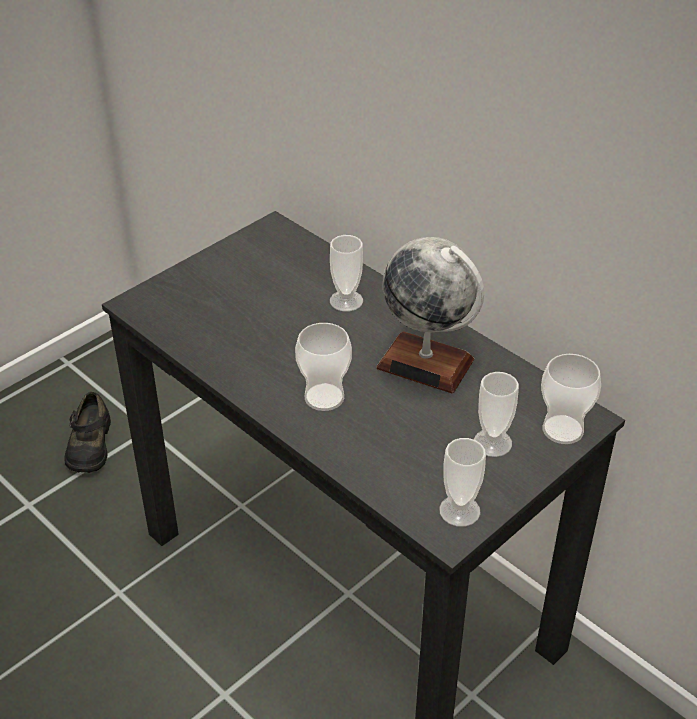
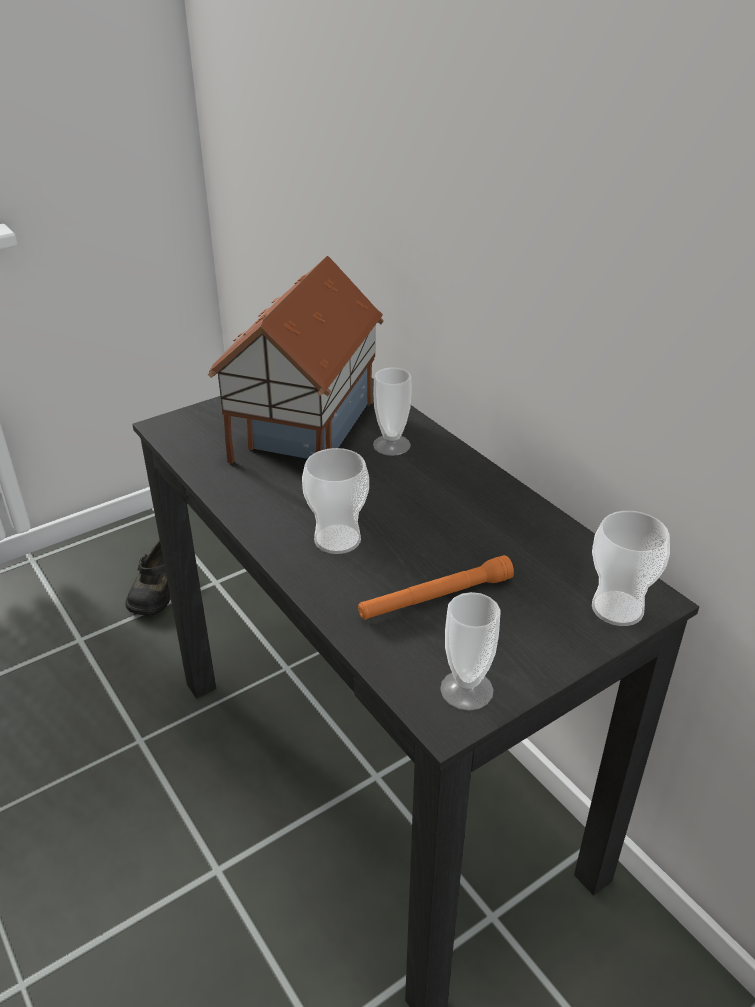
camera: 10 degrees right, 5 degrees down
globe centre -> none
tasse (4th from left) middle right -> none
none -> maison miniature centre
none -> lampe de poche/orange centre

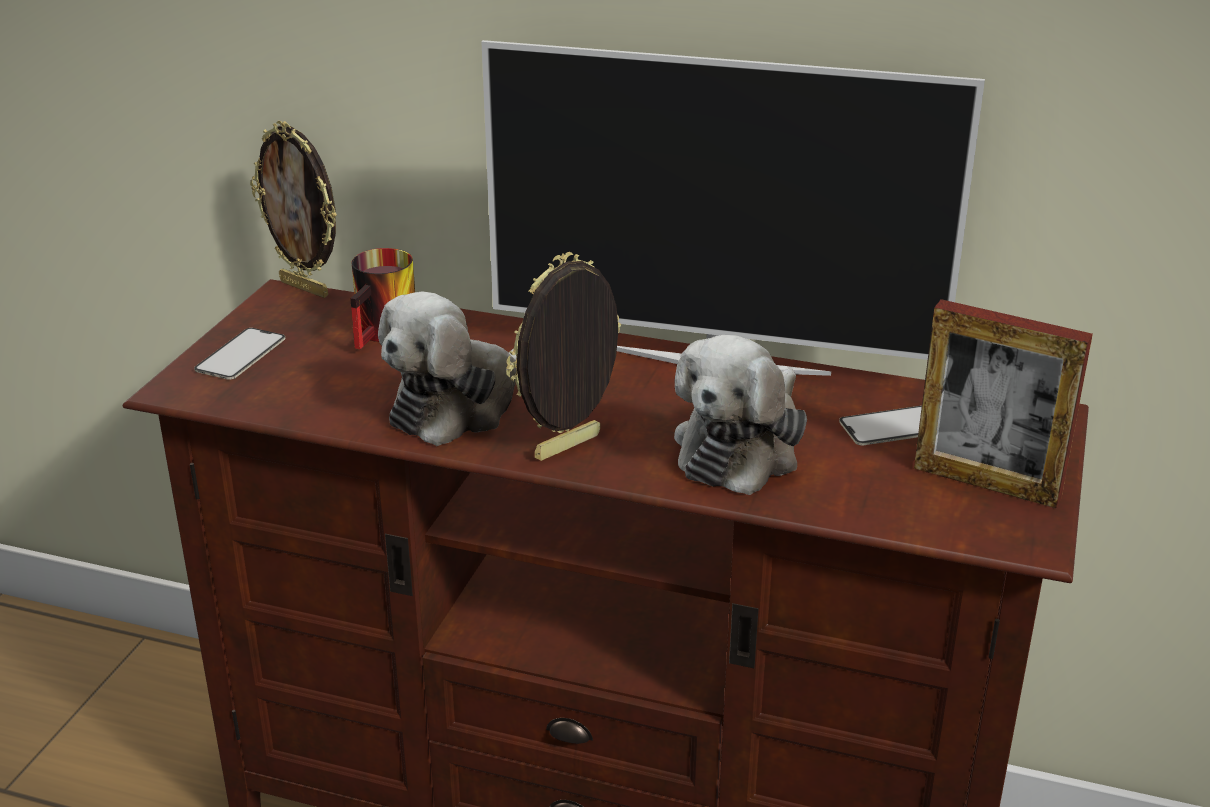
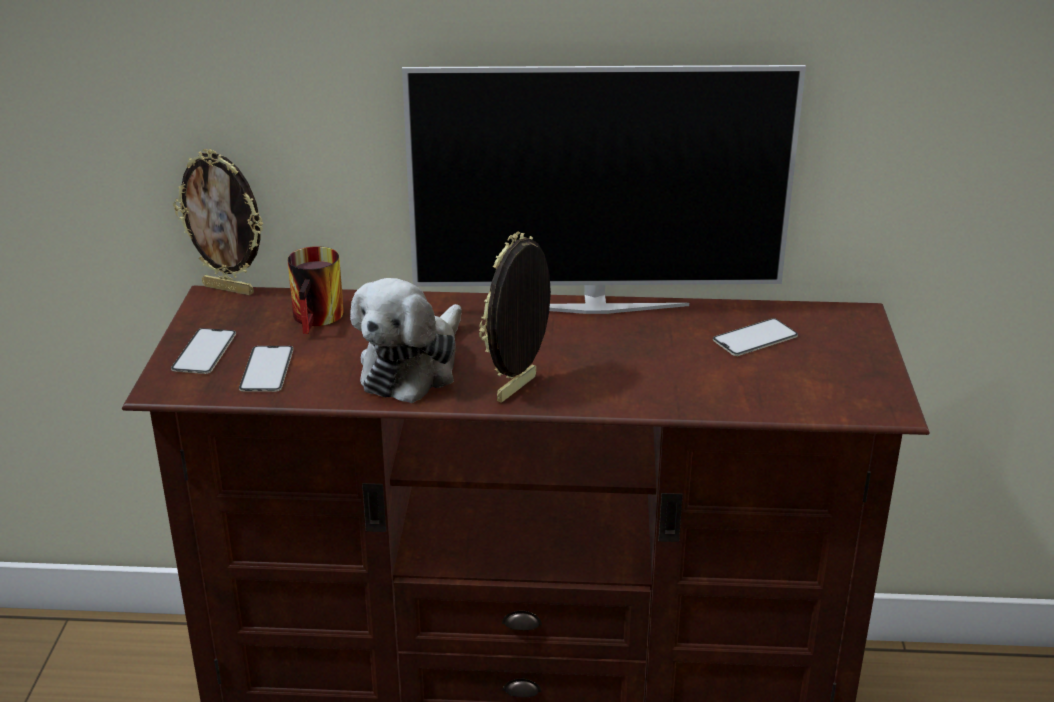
camera: 15 degrees left, 0 degrees up
cadre photo (3rd from left) middle right -> none
peluche (2nd from left) centre -> none
none -> téléphone (2nd from left) middle left

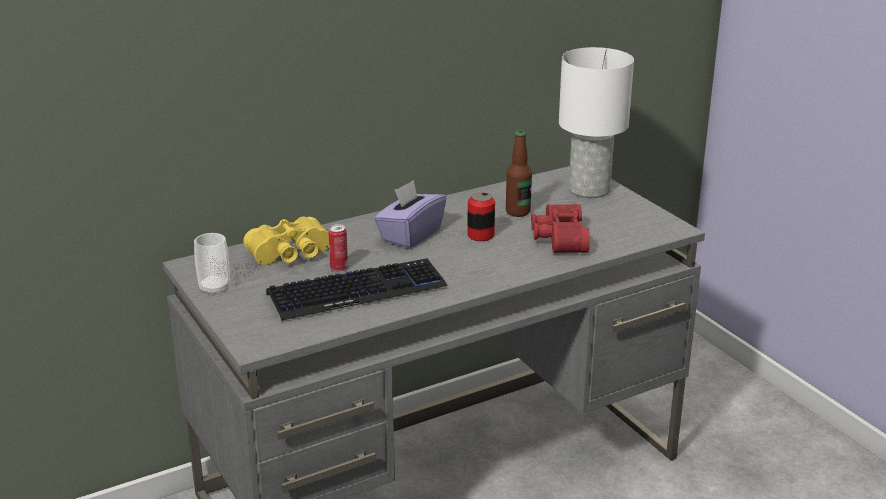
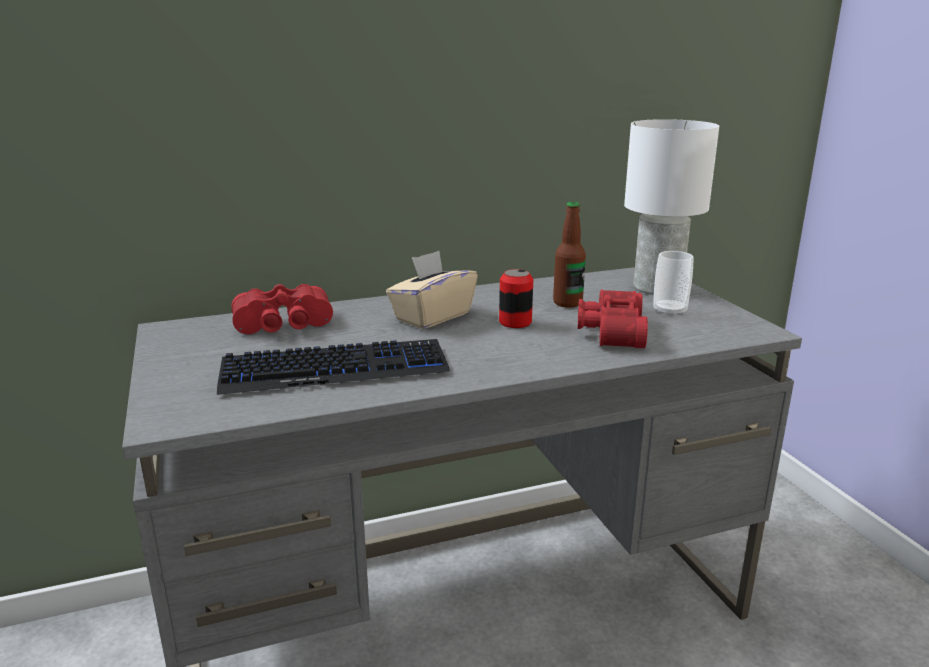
camera: 10 degrees right, 5 degrees down
boîte à mouchoirs/violet centre -> boîte à mouchoirs/beige centre
jumelles/jaune middle left -> jumelles/rouge (1st from left) middle left
boîte métallique (1st from left) centre -> none
tasse middle left -> tasse middle right, moved

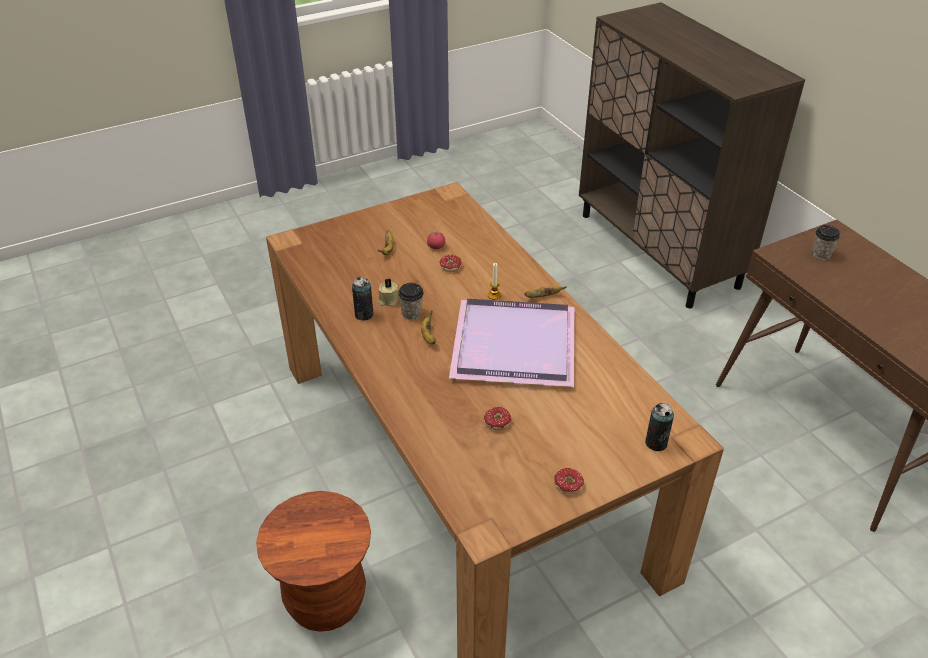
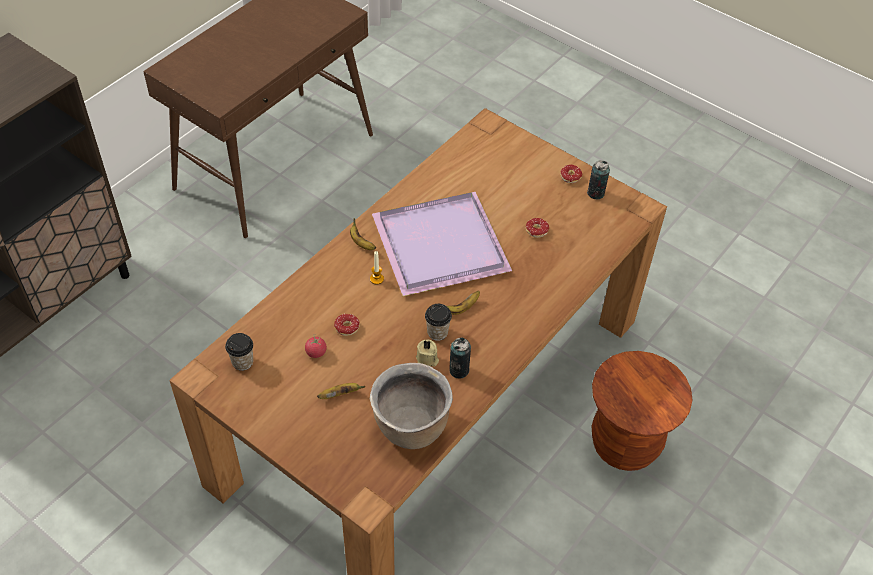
camera: 115 degrees left, 10 degrees up
tasse (2nd from left in the first image) middle right -> tasse (1st from left) middle left, moved
boîte métallique (2nd from left) middle right -> boîte métallique (2nd from left) top right, moved
none -> marmite/marron bottom centre

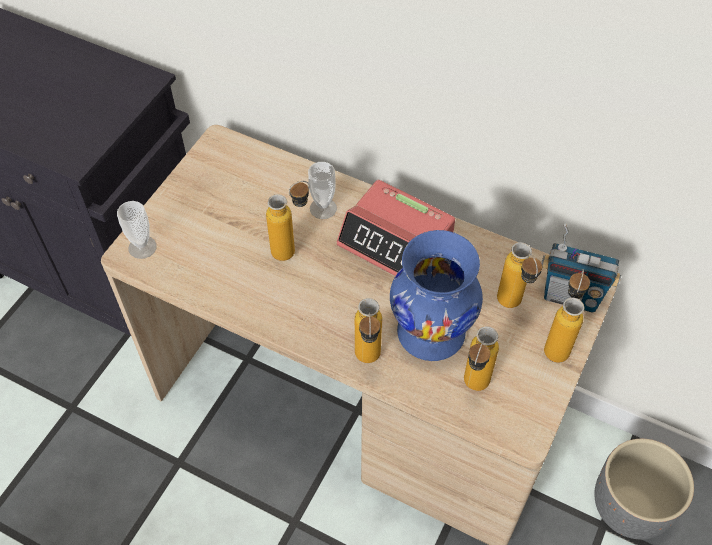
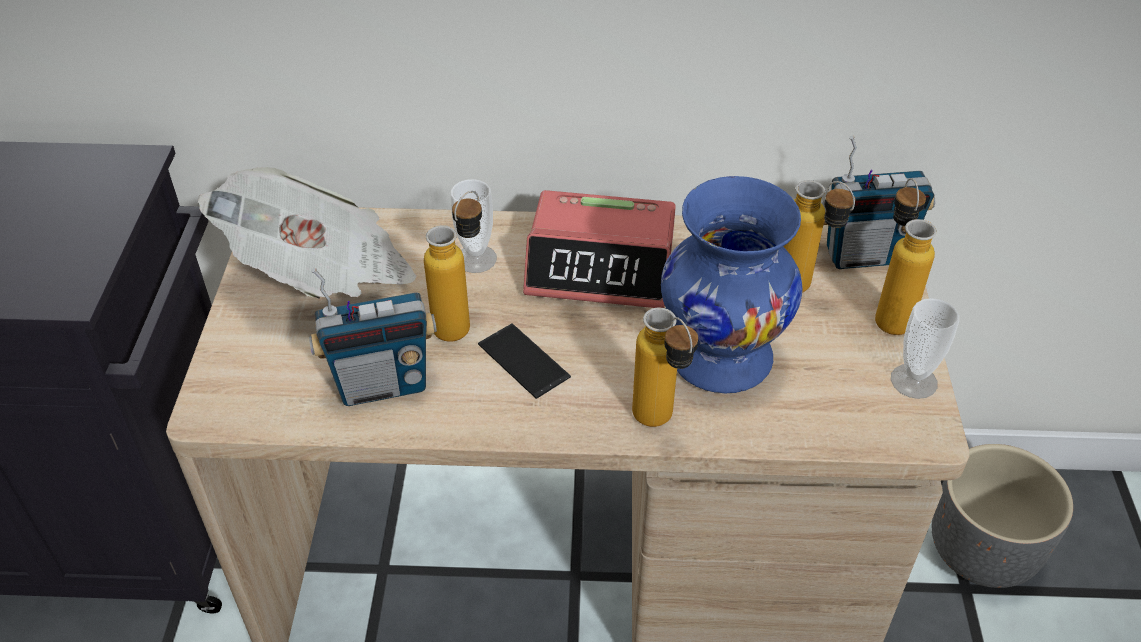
camera: 25 degrees left, 10 degrees down
tasse (1st from left in the first image) middle left -> tasse (2nd from left) middle right, moved
bouteille (3rd from left) middle right -> none
none -> journal middle left
none -> radio (1st from left) middle left
none -> téléphone centre

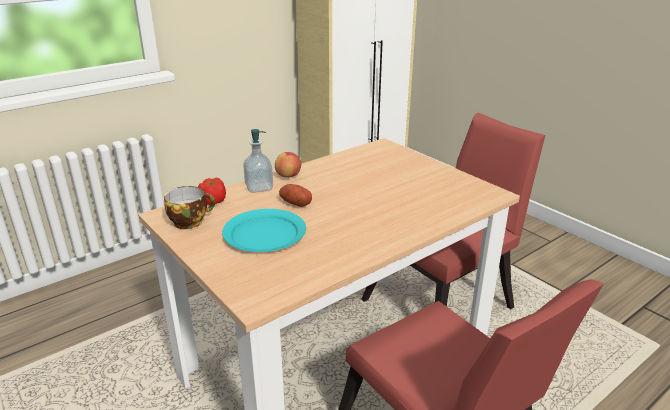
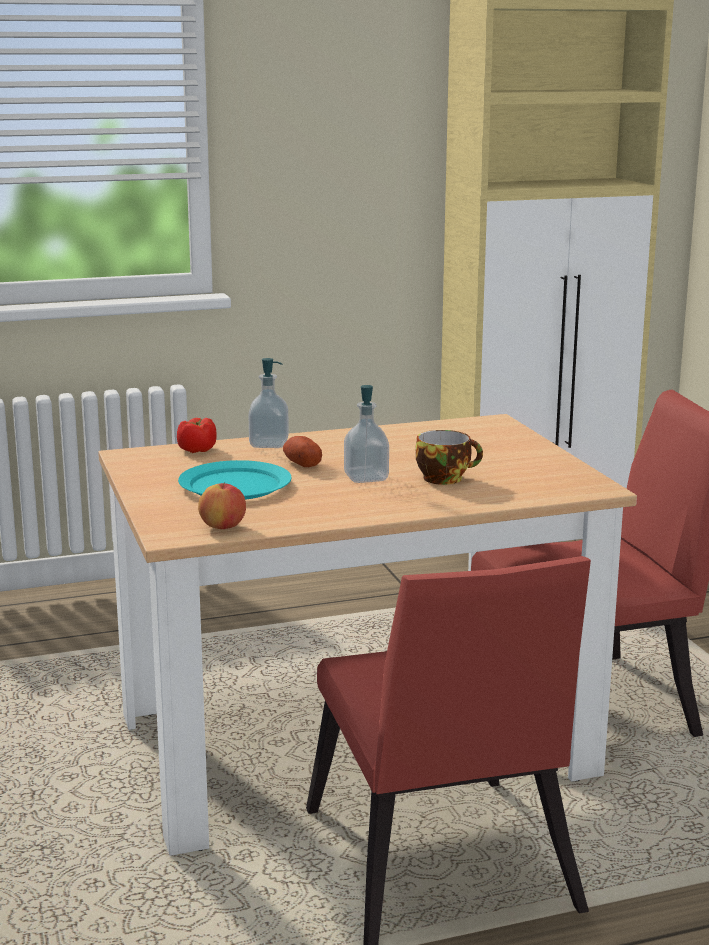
camera: 20 degrees right, 10 degrees down
pomme centre -> pomme middle left, moved
tasse middle left -> tasse centre, moved
none -> distributeur de savon (2nd from left) centre

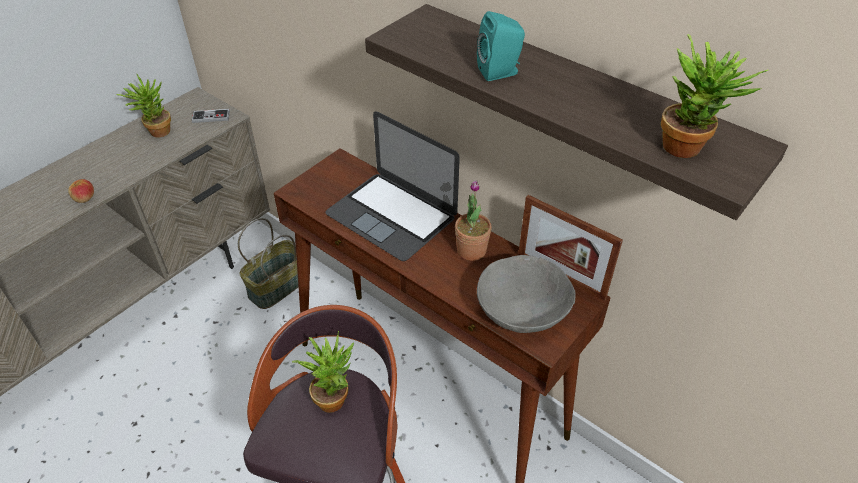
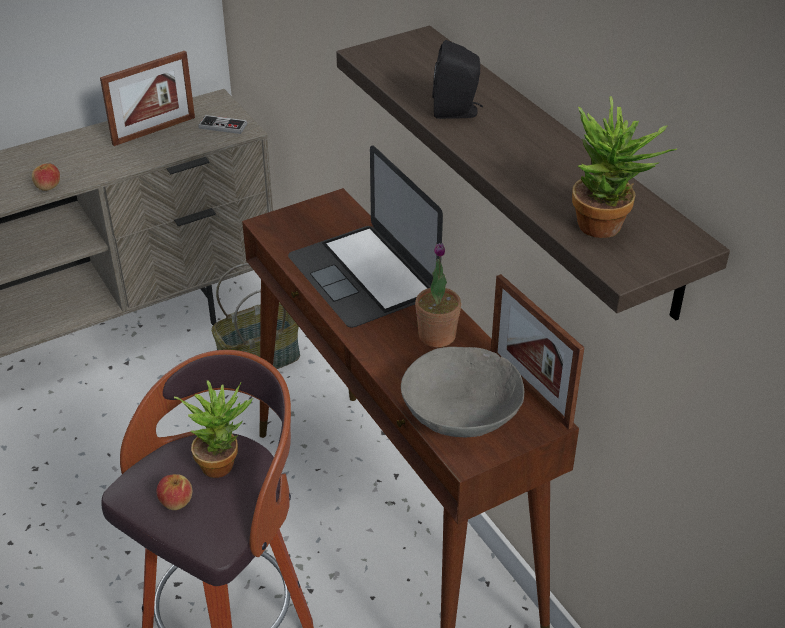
camera: 20 degrees right, 5 degrees down
enceinte/turquoise top centre -> enceinte/noir top centre
plante en pot (1st from left) top left -> cadre photo (1st from left) top left
none -> pomme (2nd from left) bottom left

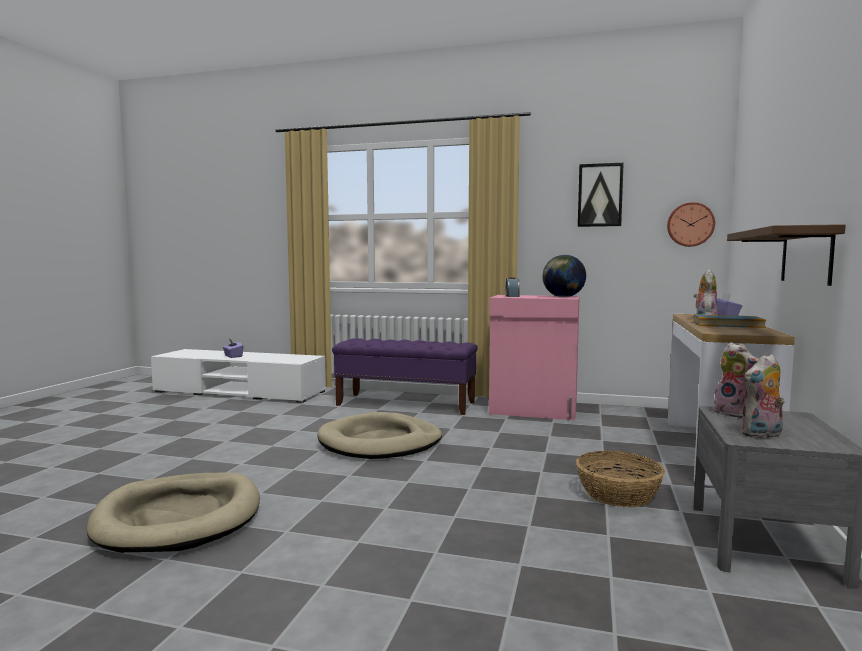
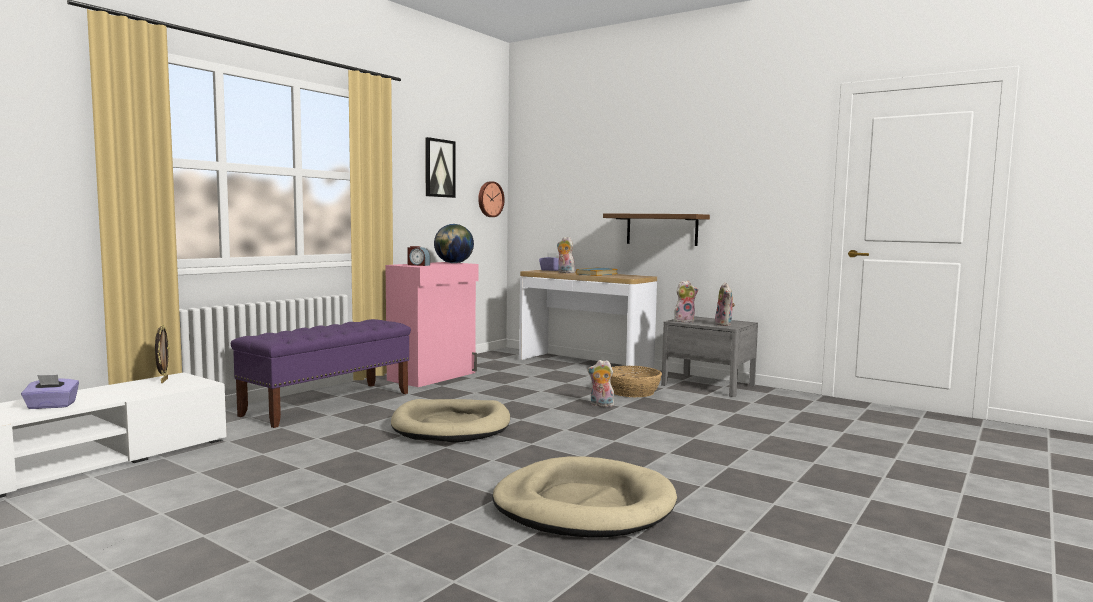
camera: 70 degrees left, 0 degrees up
none -> cadre photo middle left
none -> peluche (2nd from left) centre

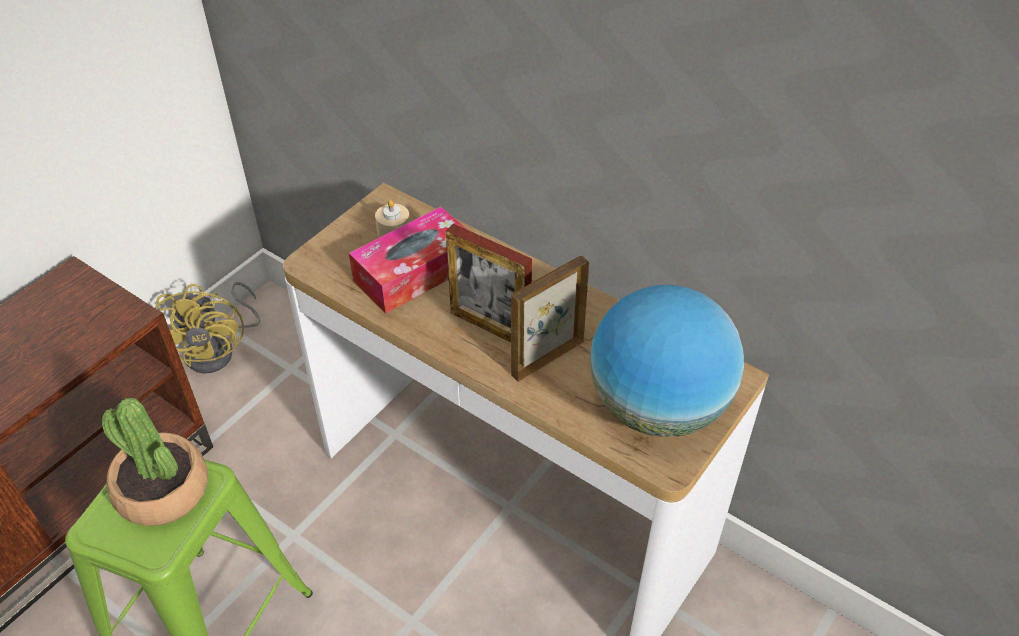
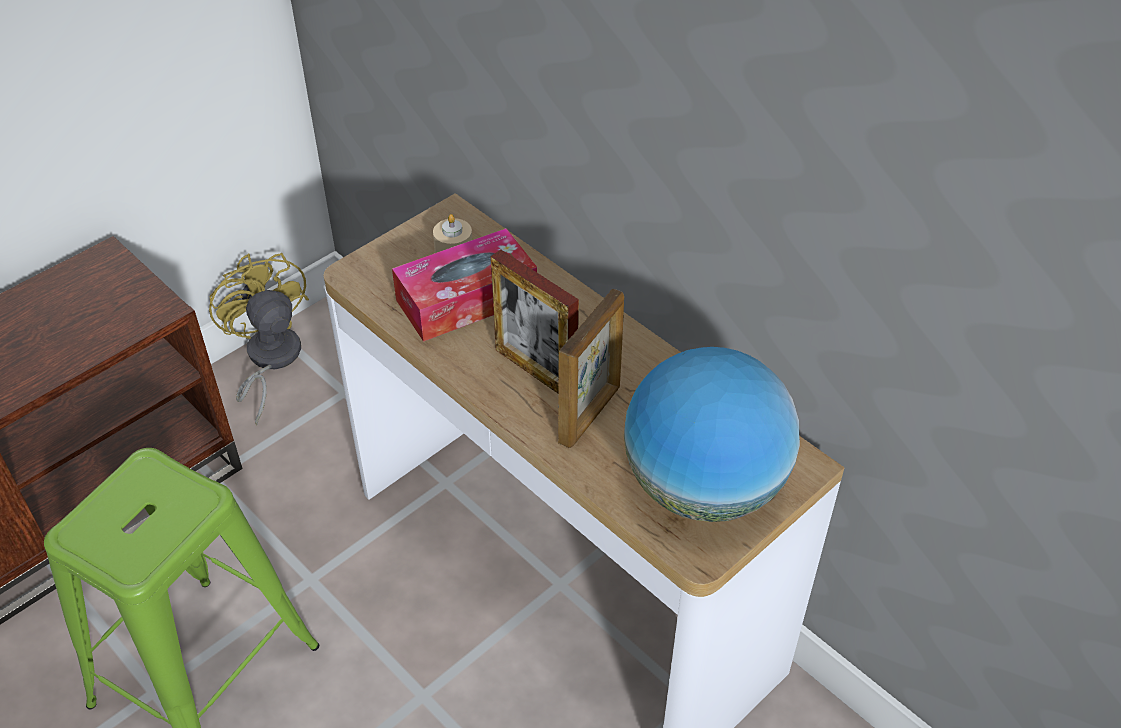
camera: 10 degrees right, 0 degrees up
cadre photo (2nd from left) centre, 150 degrees clockwise
ventilateur/jaune middle left, 150 degrees clockwise
plante en pot bottom left -> none

